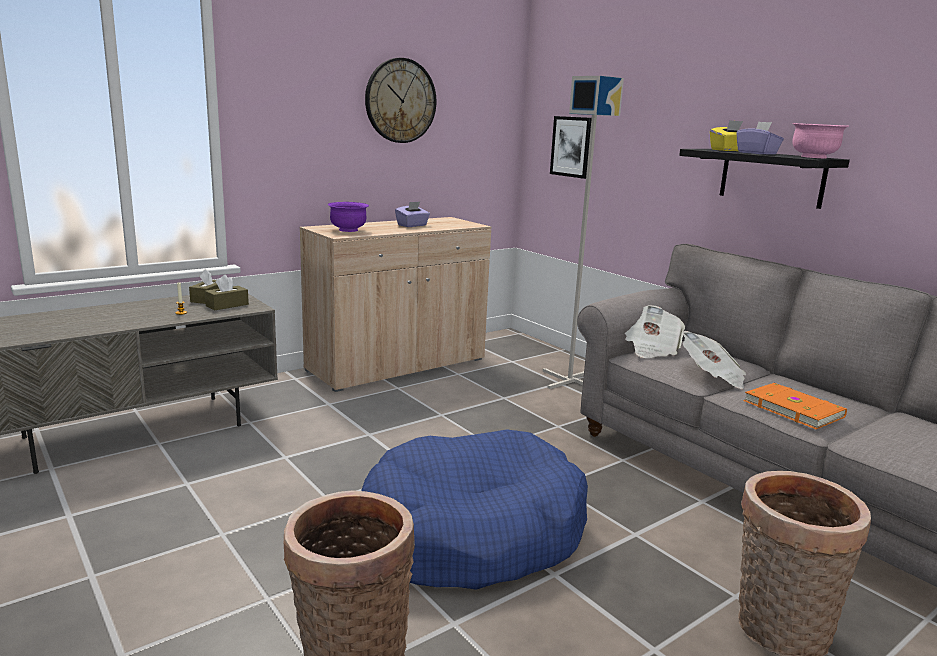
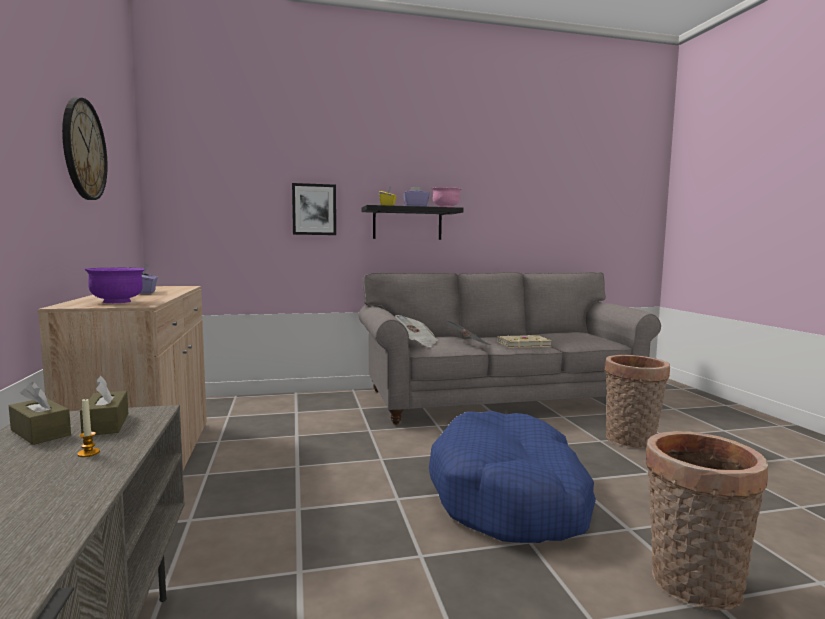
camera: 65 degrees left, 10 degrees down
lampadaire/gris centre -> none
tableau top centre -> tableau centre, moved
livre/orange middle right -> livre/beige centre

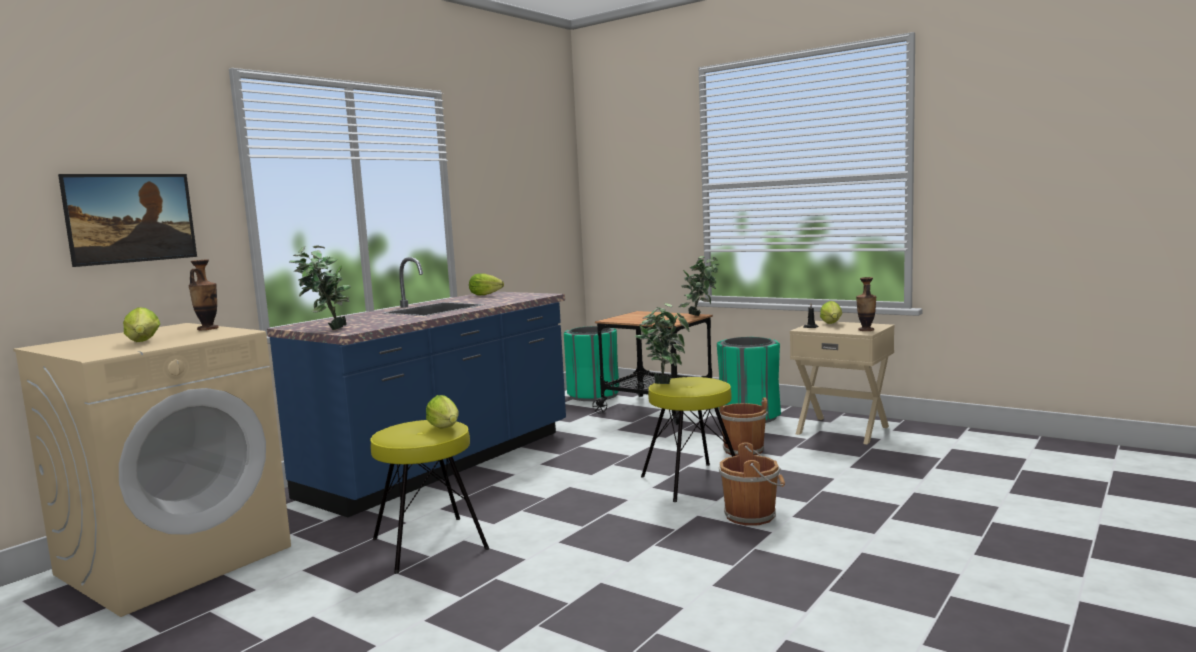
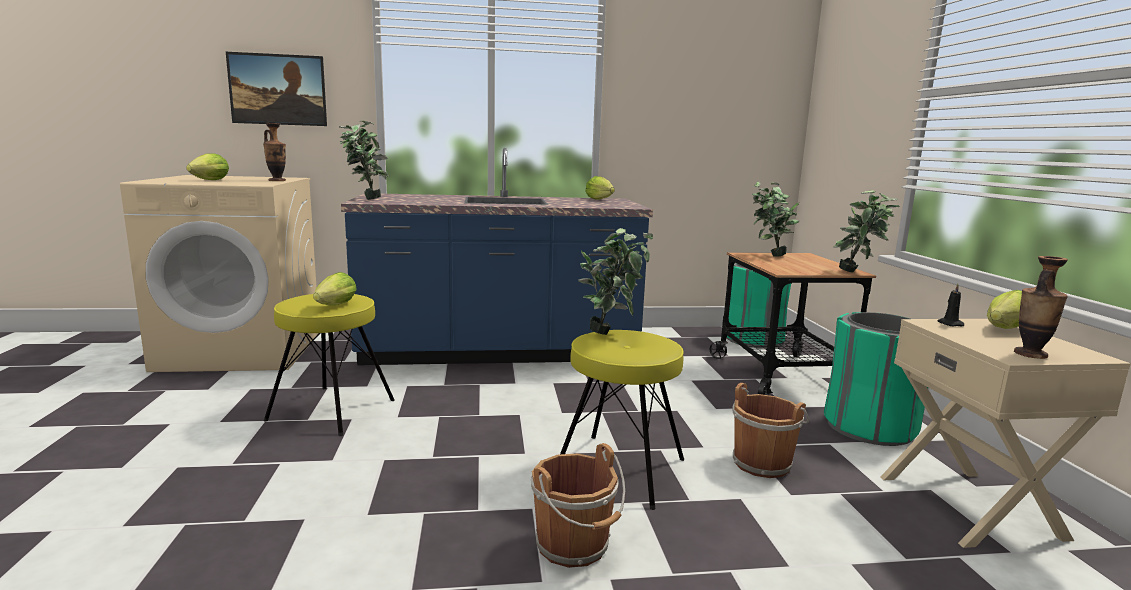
camera: 45 degrees right, 5 degrees up
none -> plante en pot (3rd from left) middle right

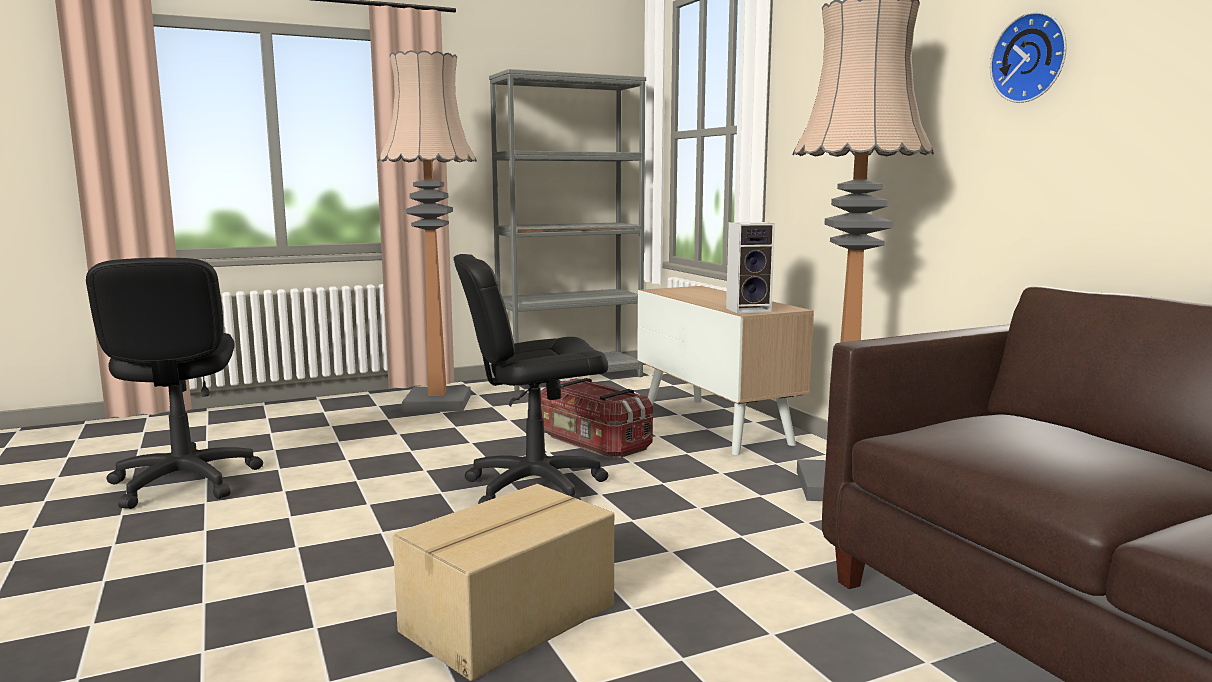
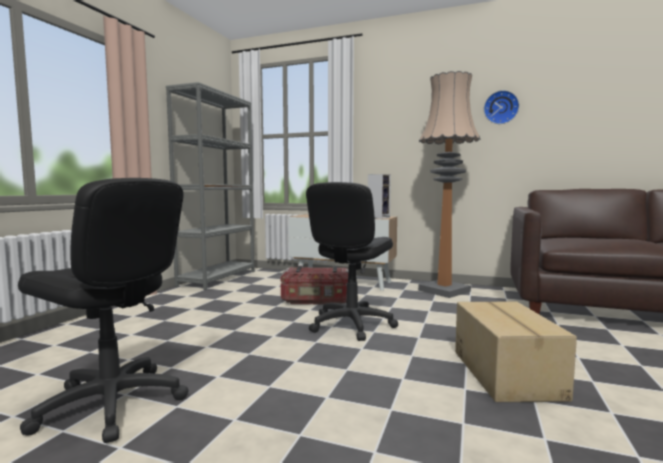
camera: 45 degrees left, 5 degrees down
lampadaire (1st from left) centre -> none

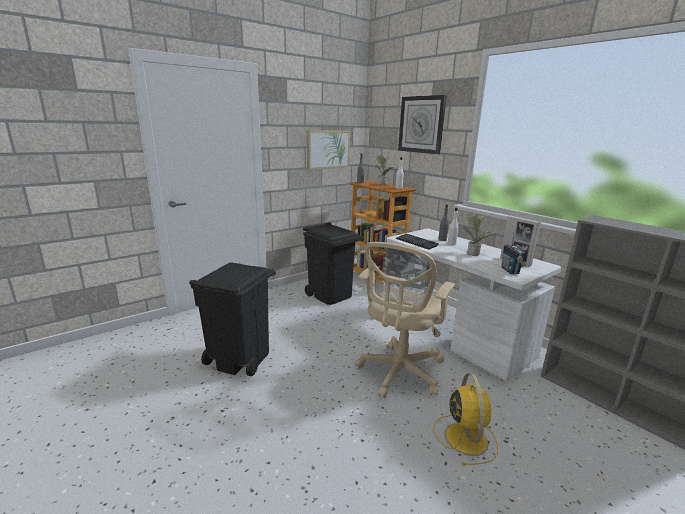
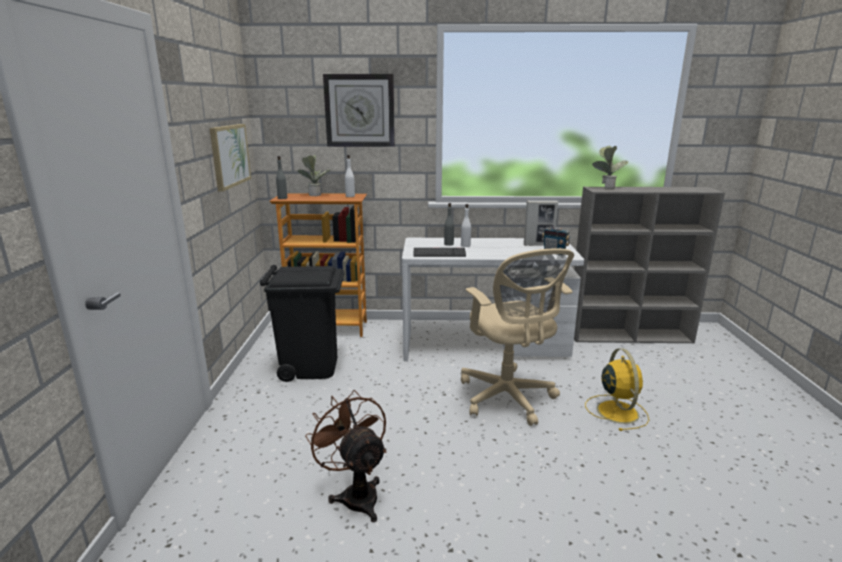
camera: 50 degrees left, 0 degrees up
plante en pot (2nd from left) middle right -> plante en pot (2nd from left) top right, moved
poubelle/noir (1st from left) centre -> ventilateur/marron bottom centre
ventilateur/jaune bottom right, 45 degrees clockwise

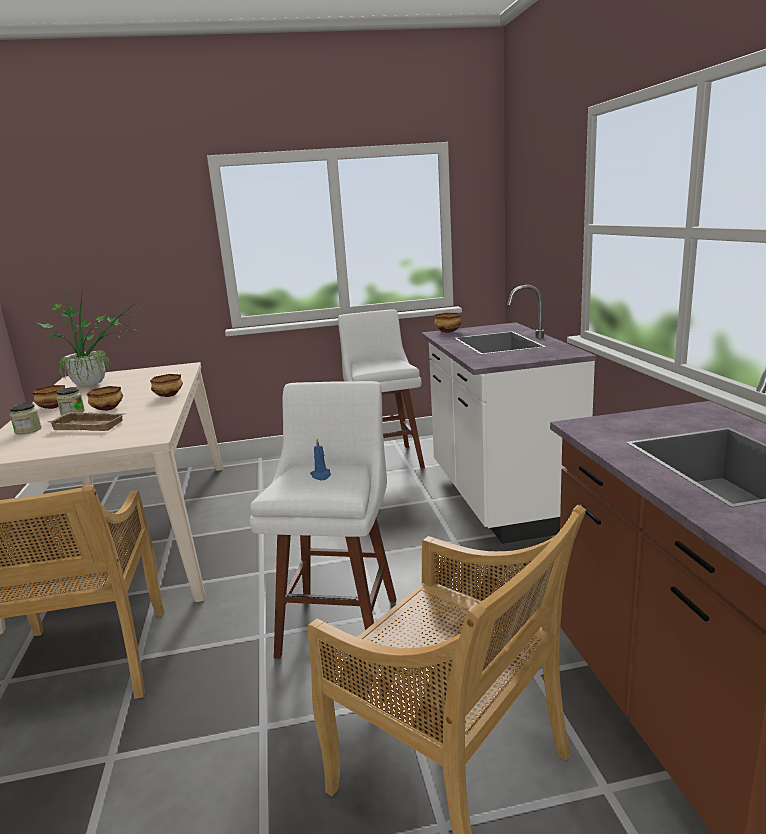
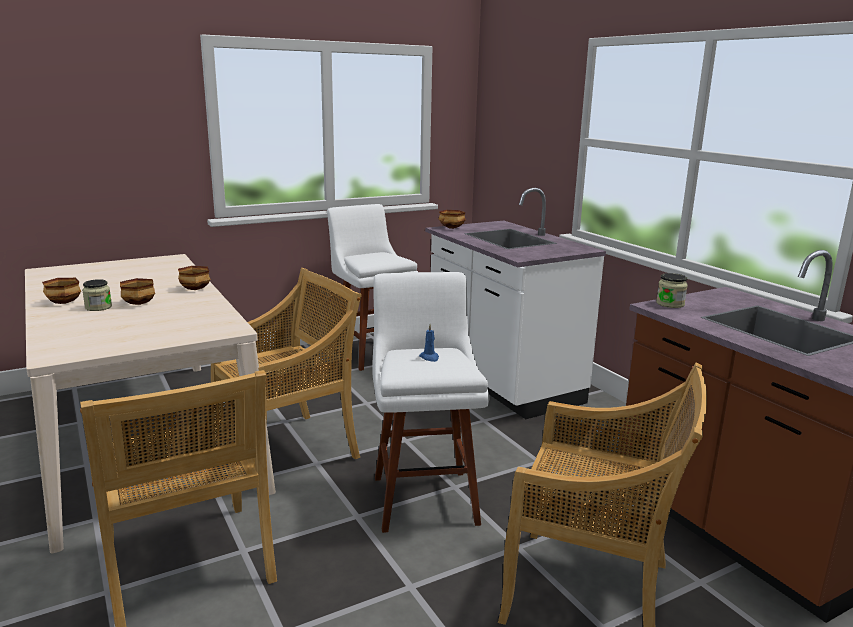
camera: 20 degrees left, 0 degrees up
plante en pot middle left -> none
bocal (1st from left in the first image) middle left -> bocal (2nd from left) middle right, moved
plateau/beige middle left -> none
none -> chaise/beige (2nd from left) centre

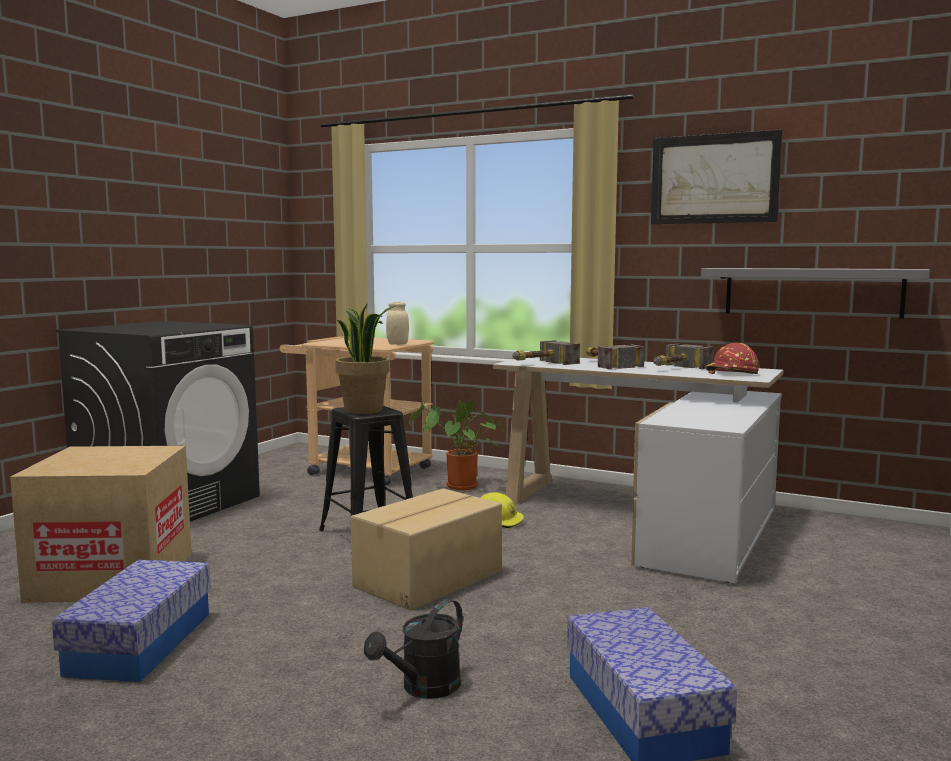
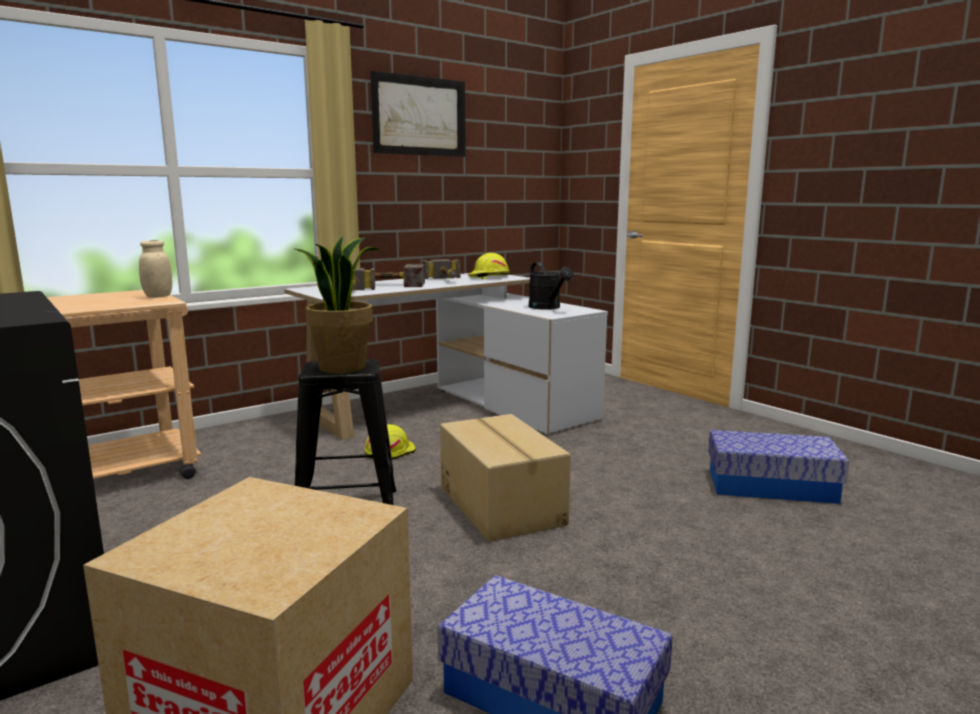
camera: 65 degrees left, 5 degrees up
étagère/gris middle right -> none
casque de chantier/rouge middle right -> casque de chantier/jaune (2nd from left) centre
plante en pot (2nd from left) centre -> none
arrosoir/noir bottom centre -> arrosoir/noir centre, moved

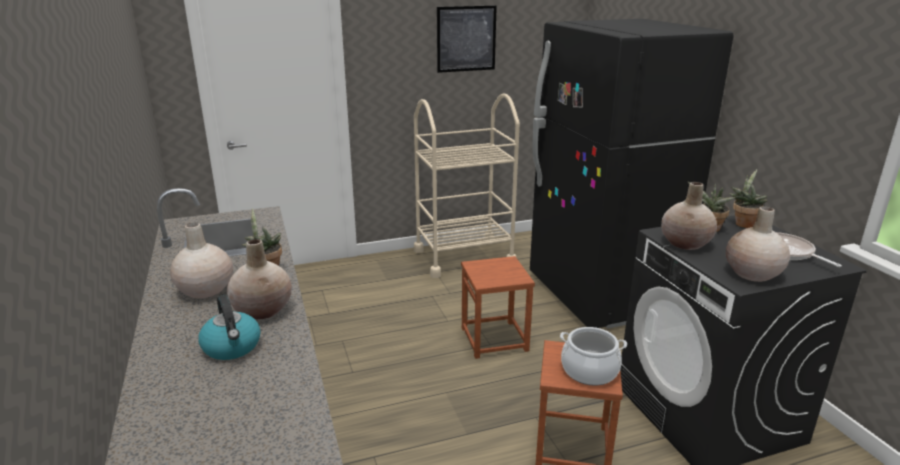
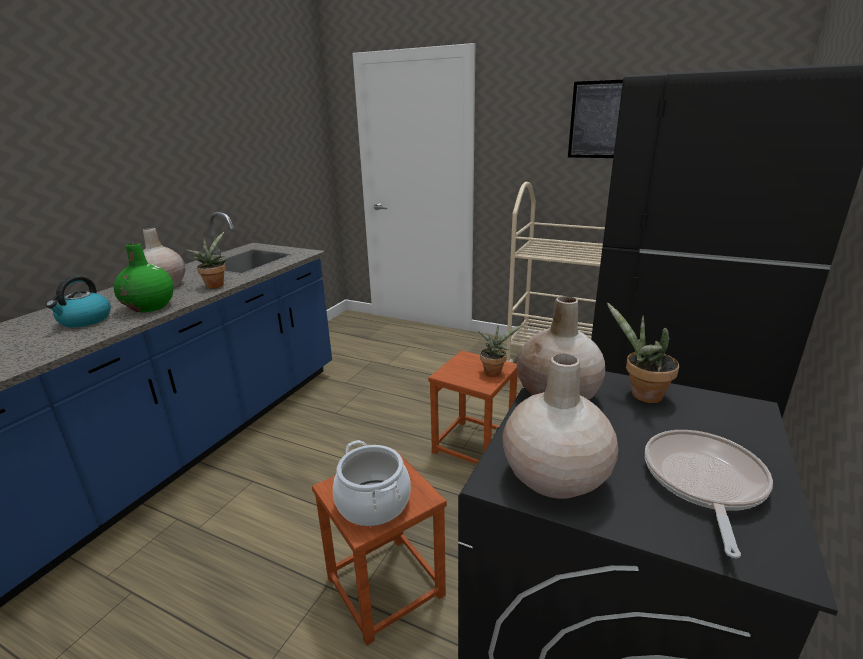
camera: 45 degrees right, 0 degrees up
plante en pot (3rd from left in the first image) middle right -> plante en pot (2nd from left) centre, moved
vase/beige (2nd from left) middle left -> vase/vert middle left

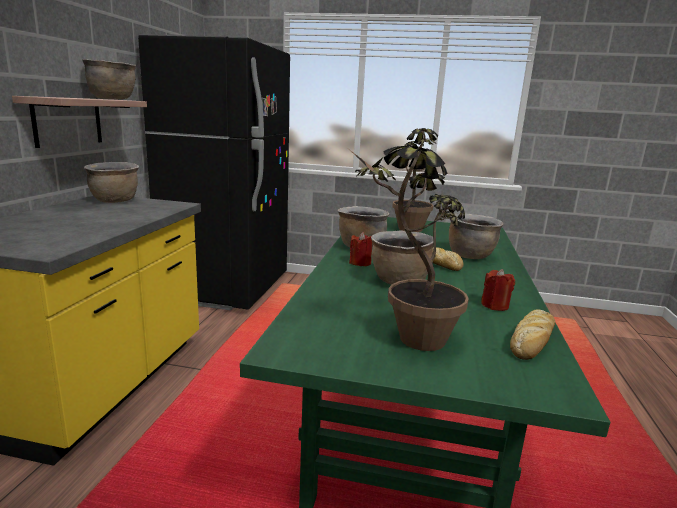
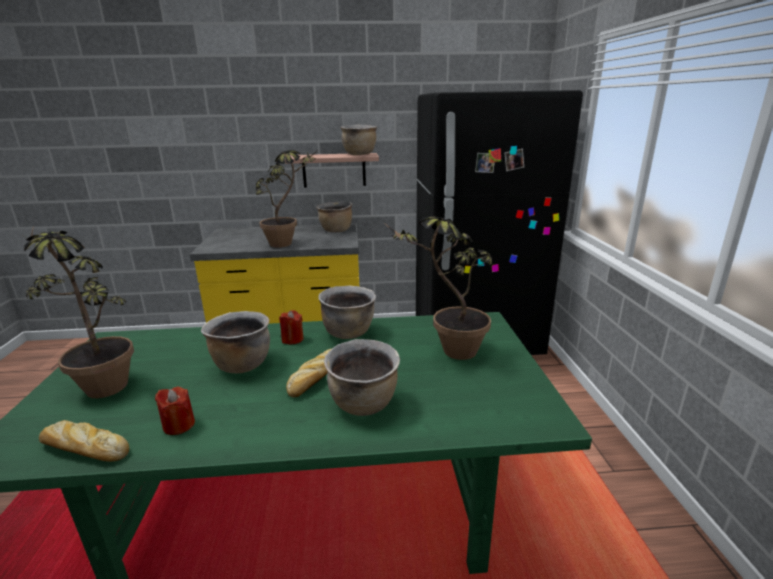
camera: 75 degrees right, 5 degrees up
none -> plante en pot (2nd from left) centre

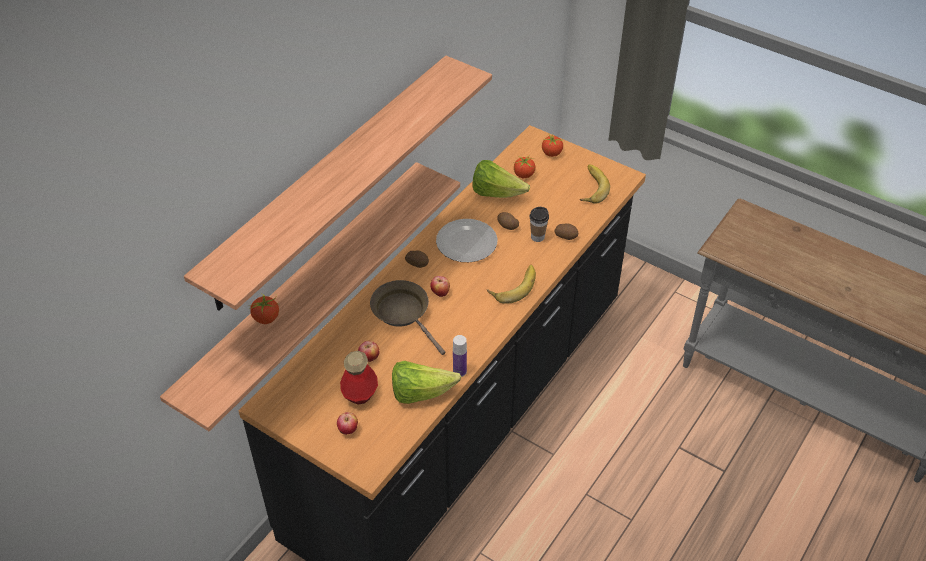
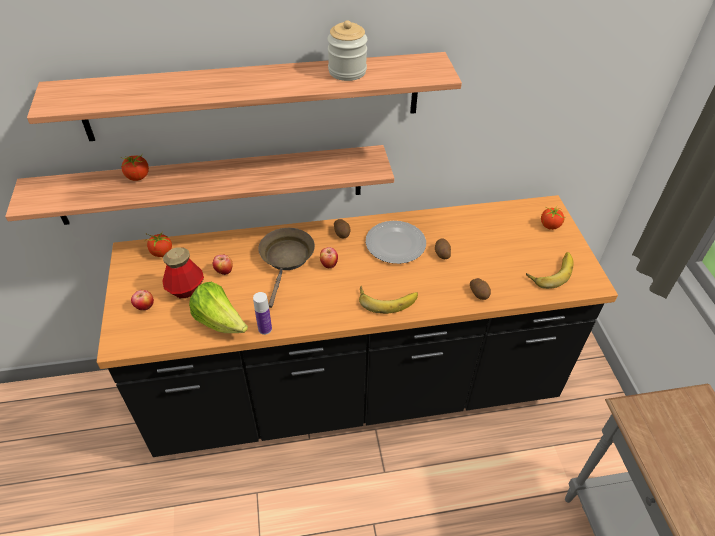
camera: 45 degrees right, 0 degrees up
tomate (2nd from left) top centre -> tomate (2nd from left) middle left, moved
laitue (2nd from left) top centre -> none
tasse centre -> none
none -> bocal top centre

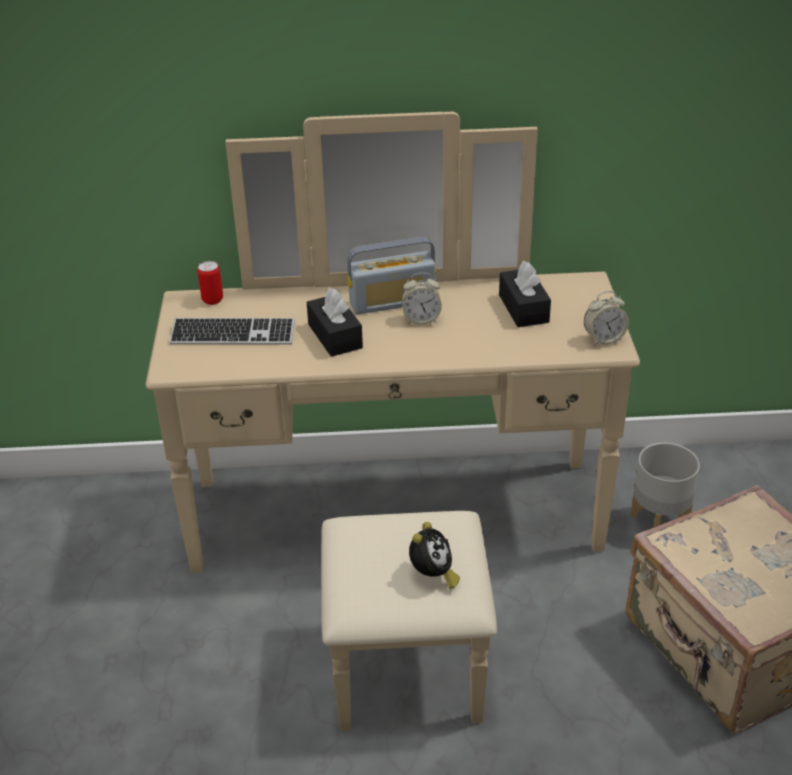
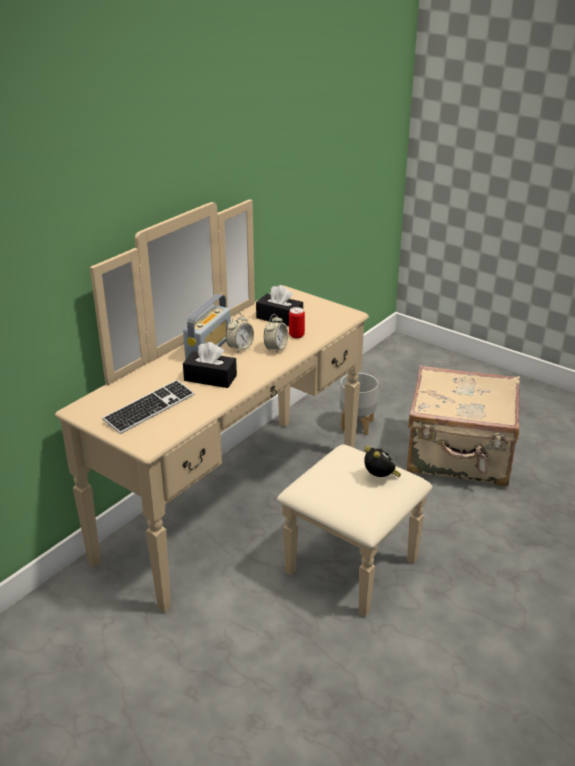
camera: 50 degrees left, 5 degrees down
boîte métallique middle left -> boîte métallique centre, moved
réveil (3rd from left in the first image) middle right -> réveil (2nd from left) centre, moved

